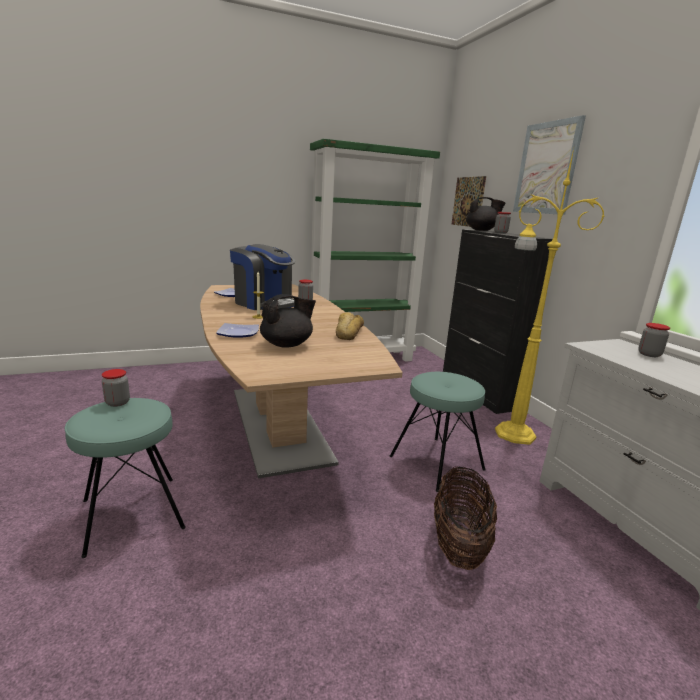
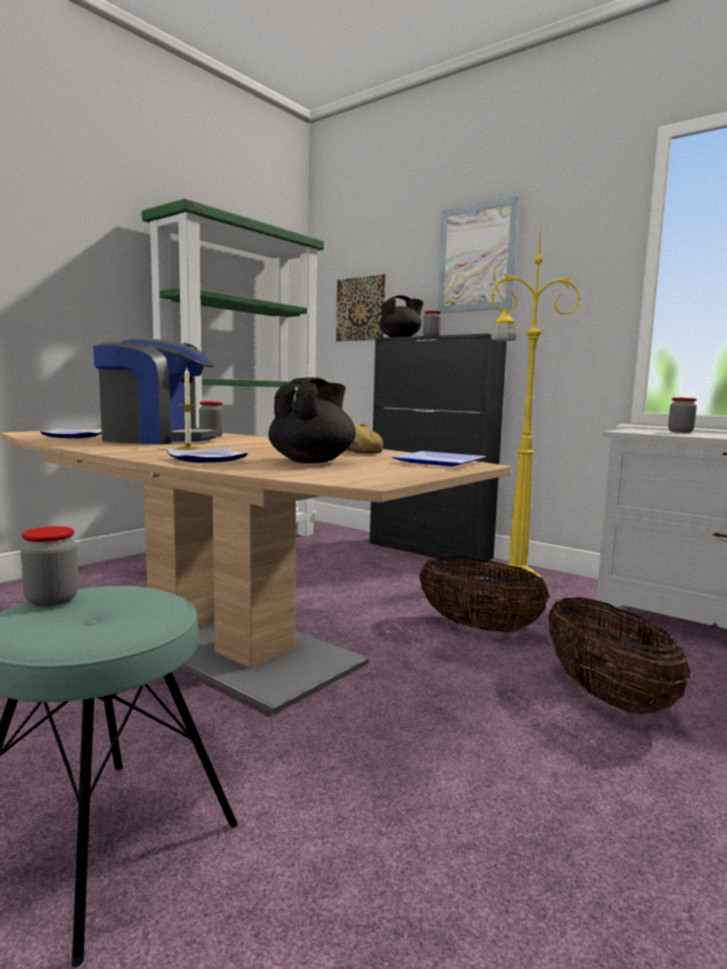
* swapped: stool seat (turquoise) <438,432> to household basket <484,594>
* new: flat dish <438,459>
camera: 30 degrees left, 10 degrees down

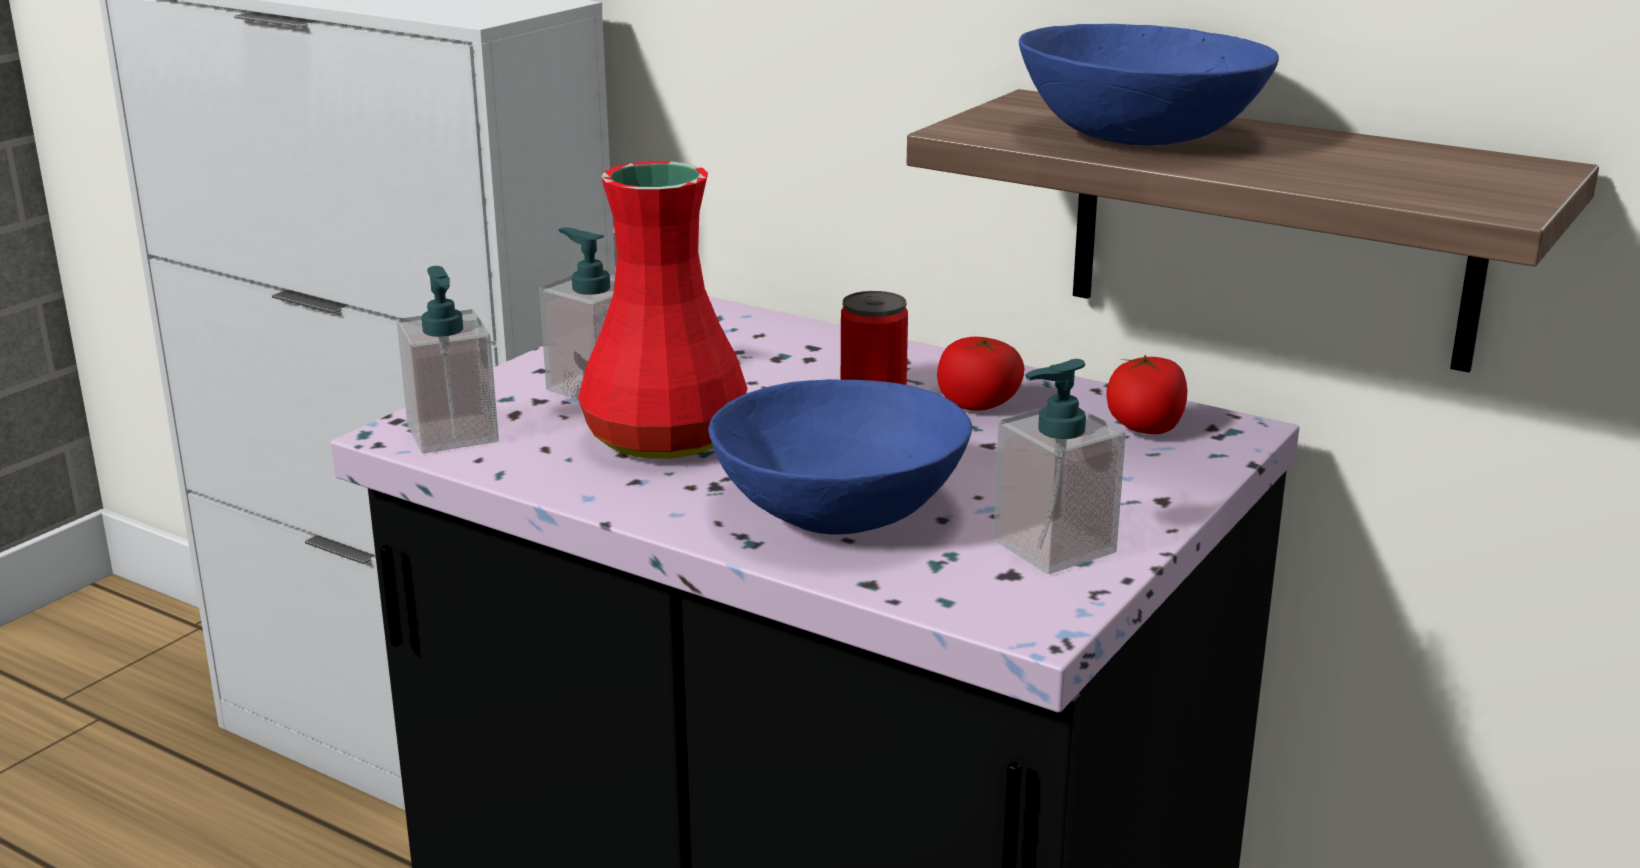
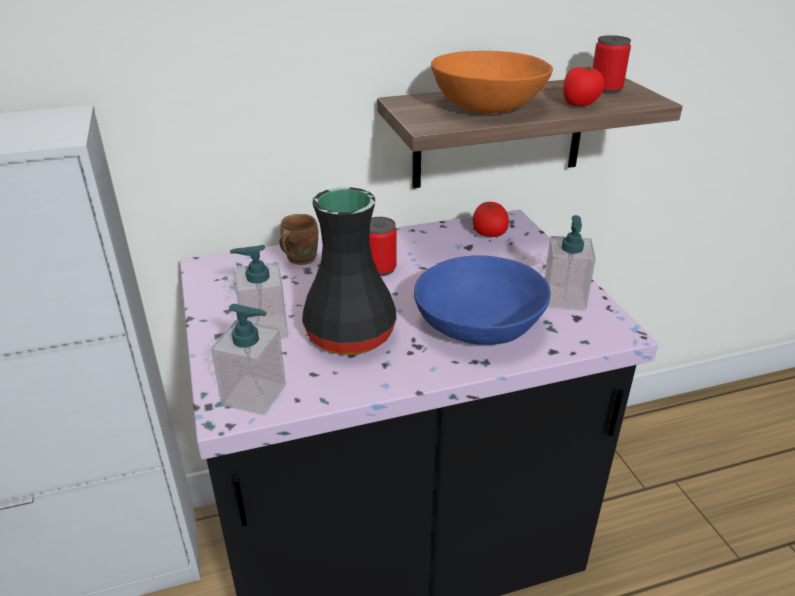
* repainted: flower vase (red) <662,310> to flower vase (black) <349,271>
* shifted: whole tomato <980,374> to <583,86>
* repainted: deep dish (blue) <1149,85> to deep dish (orange-coloured) <492,82>
* new: mug (brown-coloured) <299,239>
* new: sealed can <611,64>
camera: 50 degrees left, 10 degrees up

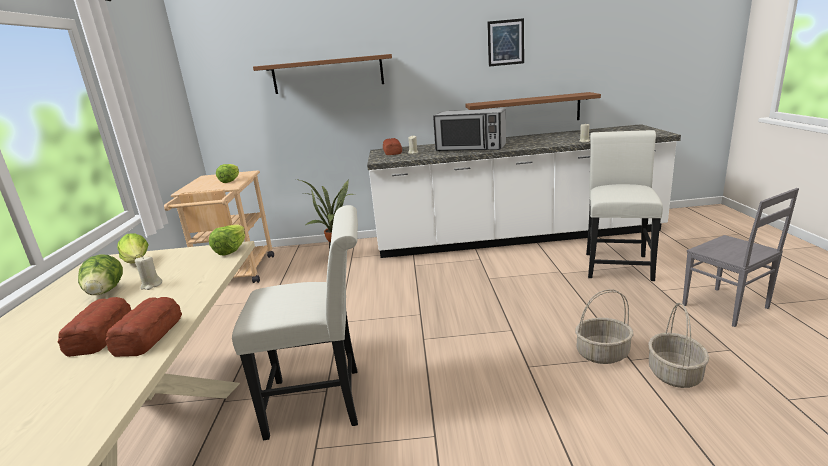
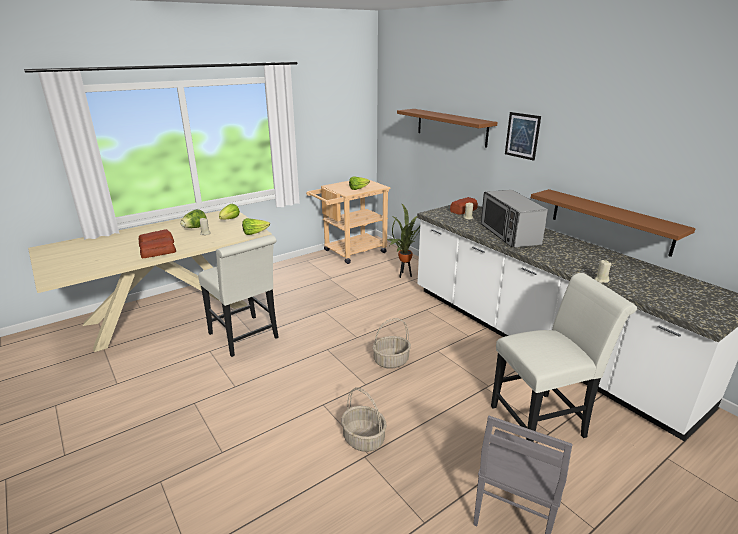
* shifted: picture <505,42> to <523,136>
* shifted: household basket <678,345> to <391,343>
camera: 55 degrees right, 5 degrees up

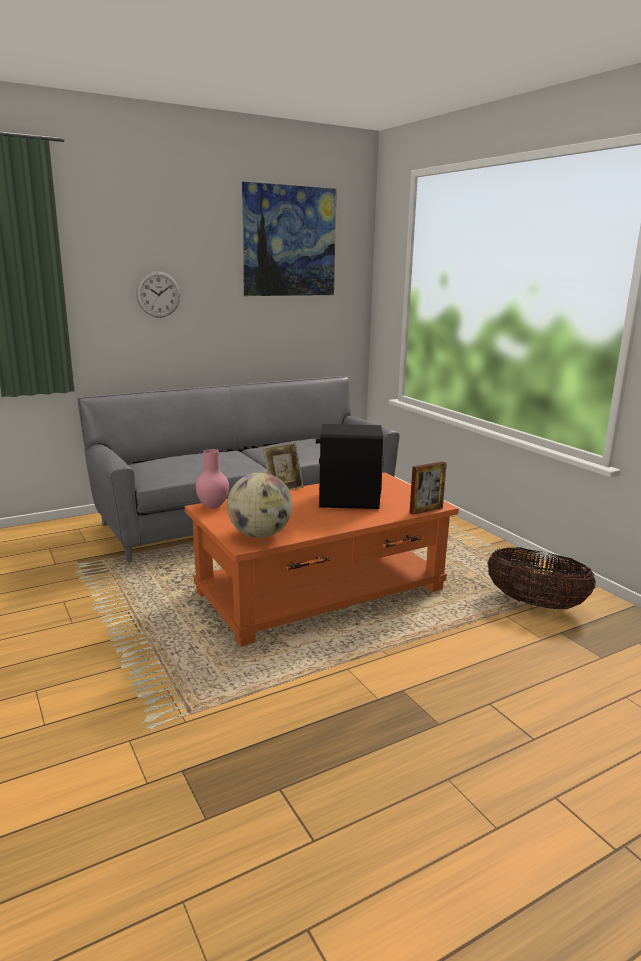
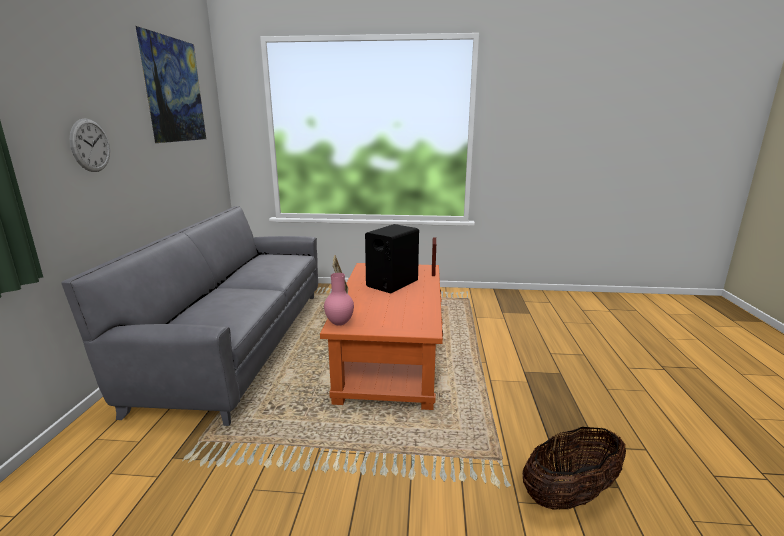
* gone: desk globe <260,505>
* shifted: household basket <541,578> to <574,468>
camera: 55 degrees left, 0 degrees up

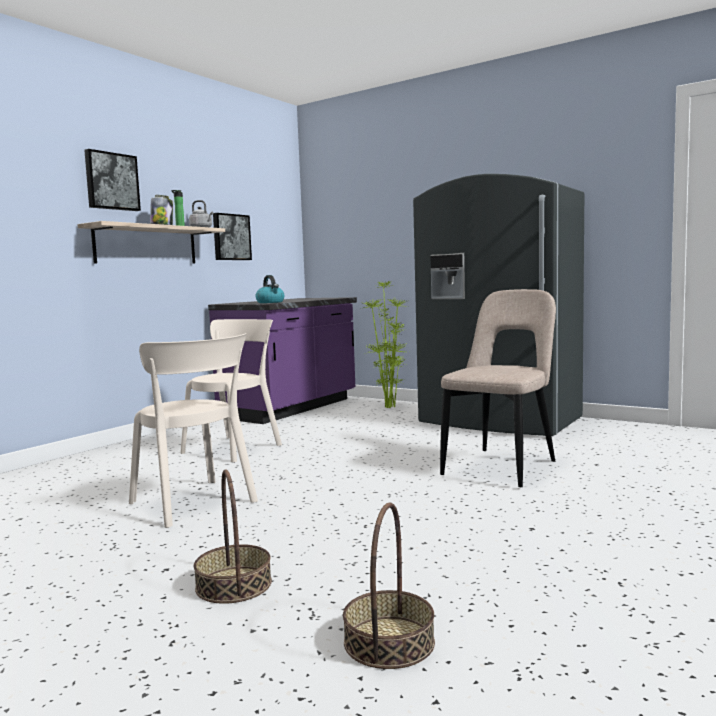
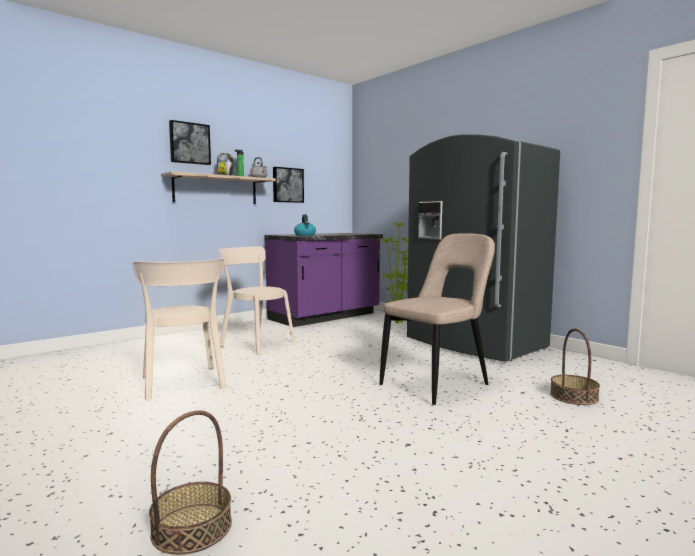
* rotated: chair (beige) <231,391> = <256,300> 105 degrees counterclockwise
* shifted: household basket <233,537> to <575,367>
camera: 15 degrees right, 0 degrees up

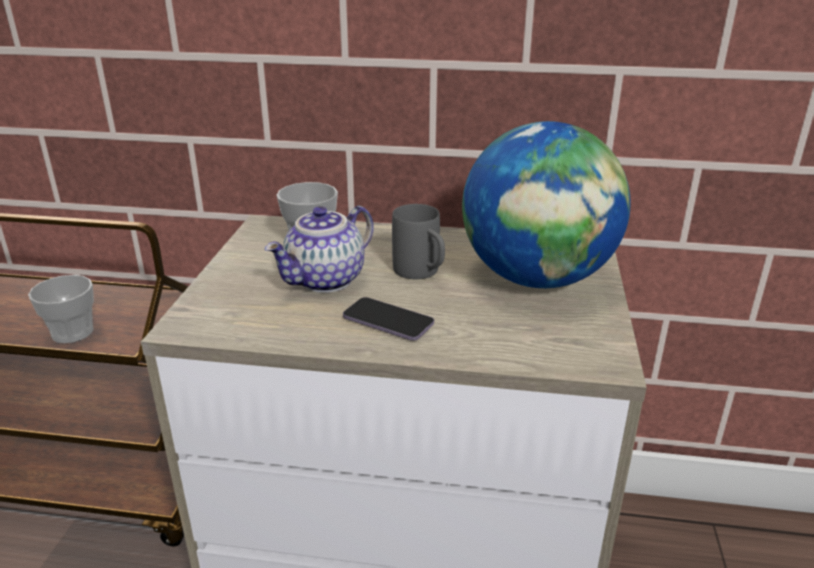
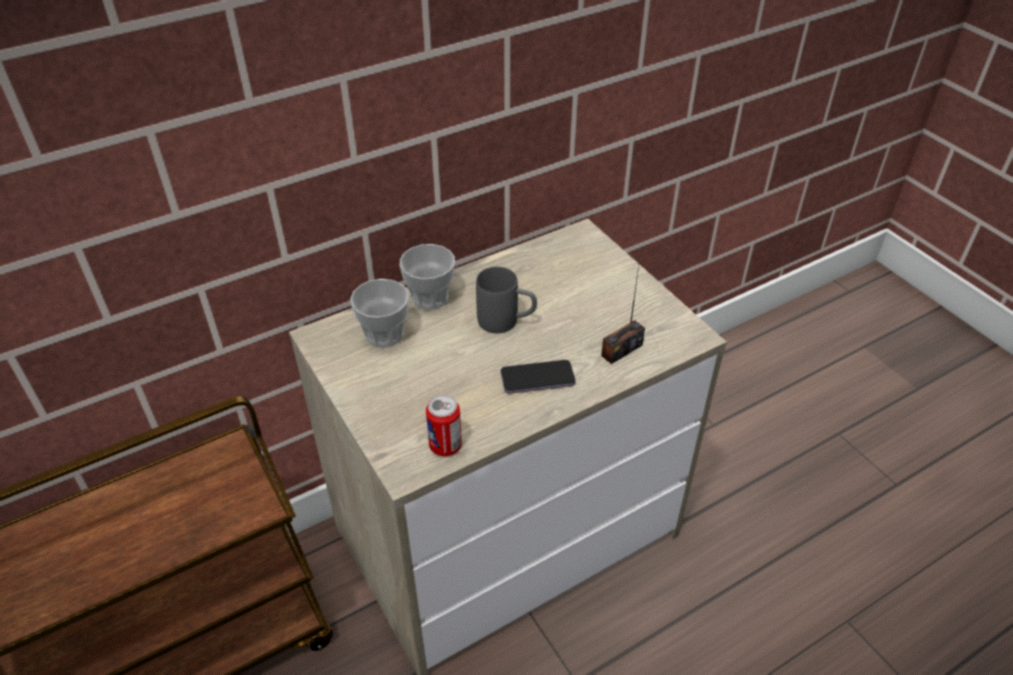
* shifted: drinking cup <61,309> to <427,277>
* gone: tea pot <319,249>
* gone: desk globe <546,204>
* new: sealed can <444,425>
* new: radio set <623,307>
camera: 40 degrees left, 15 degrees up

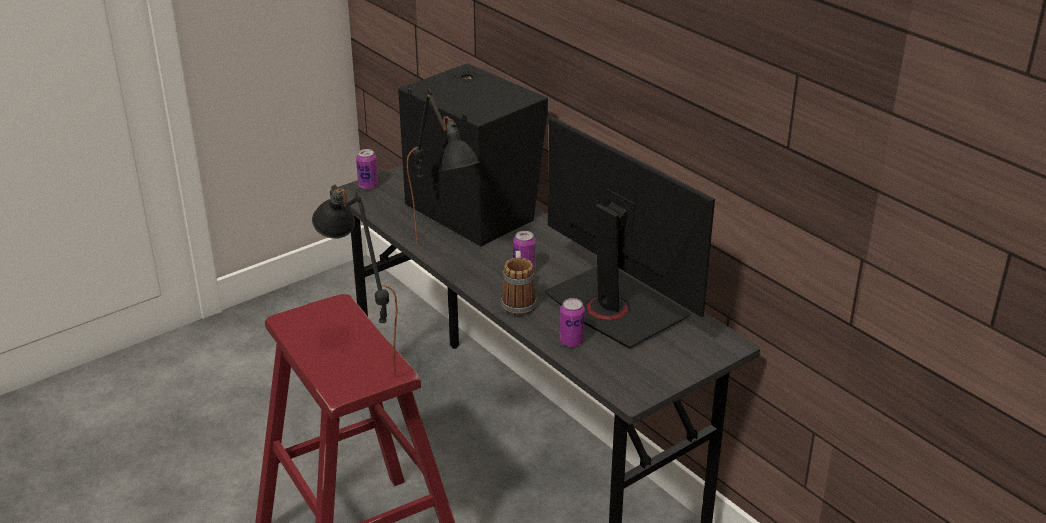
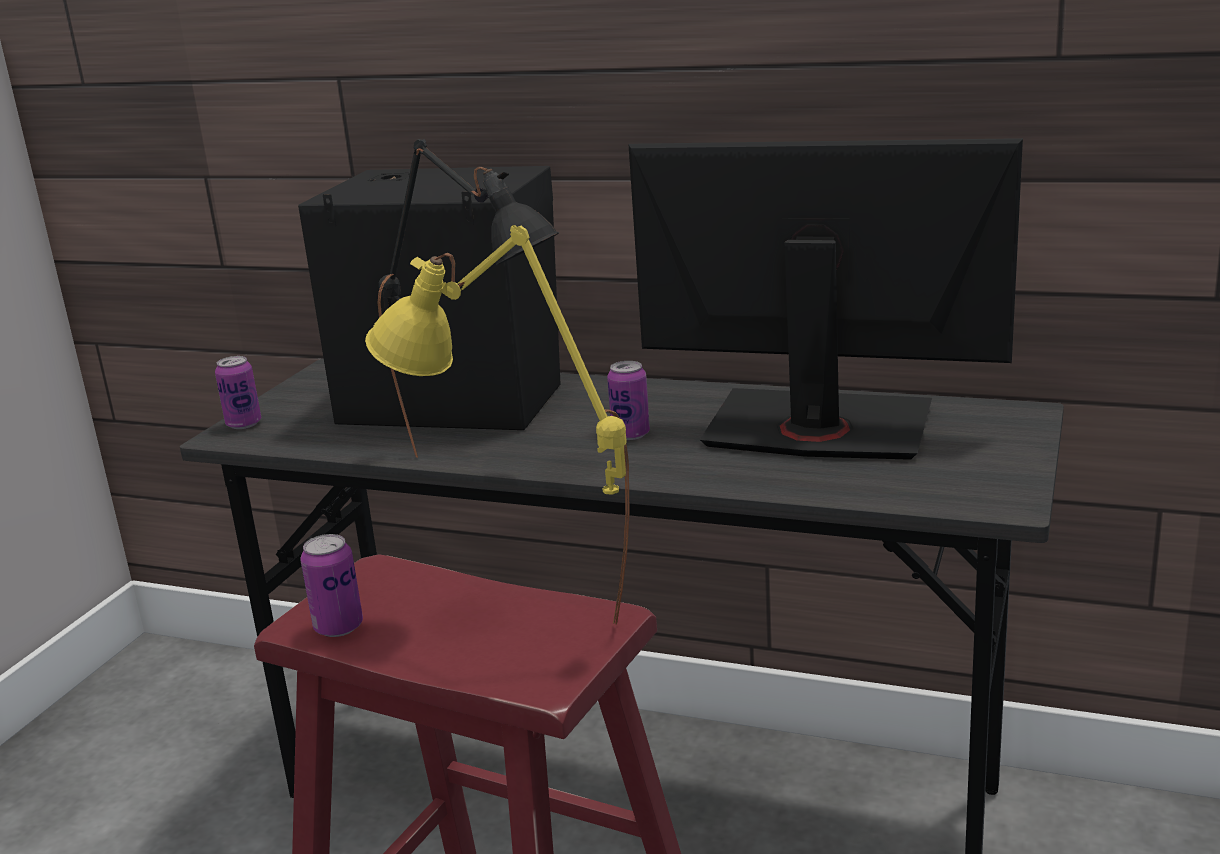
* repainted: lamp for a table (black) <355,281> to lamp for a table (yellow-coloured) <497,424>
* gone: mug <519,283>
* shifted: sealed can <572,322> to <331,585>
camera: 30 degrees left, 10 degrees down

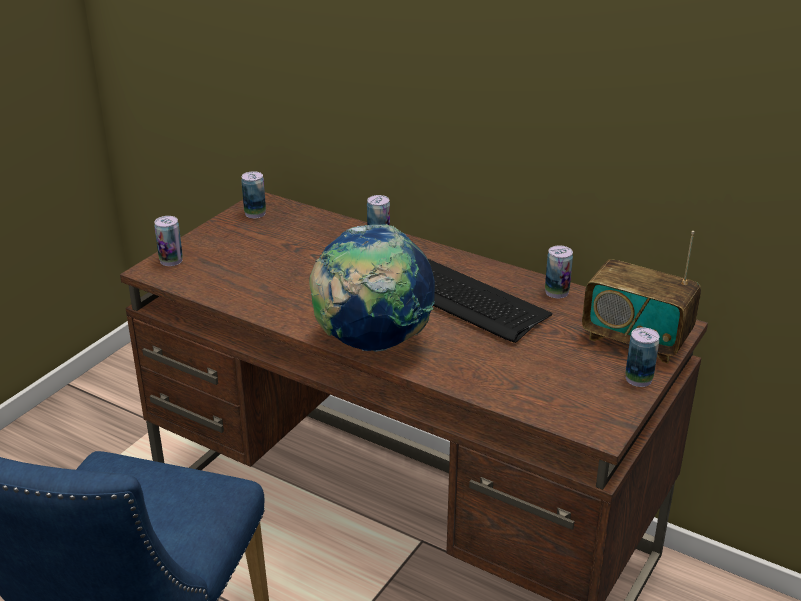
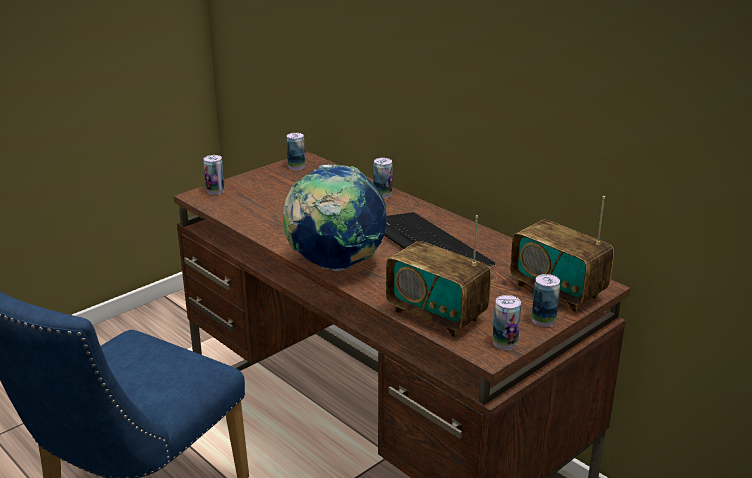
* shifted: sealed can <559,271> to <507,322>
* new: radio set <438,276>
camera: 15 degrees right, 5 degrees down

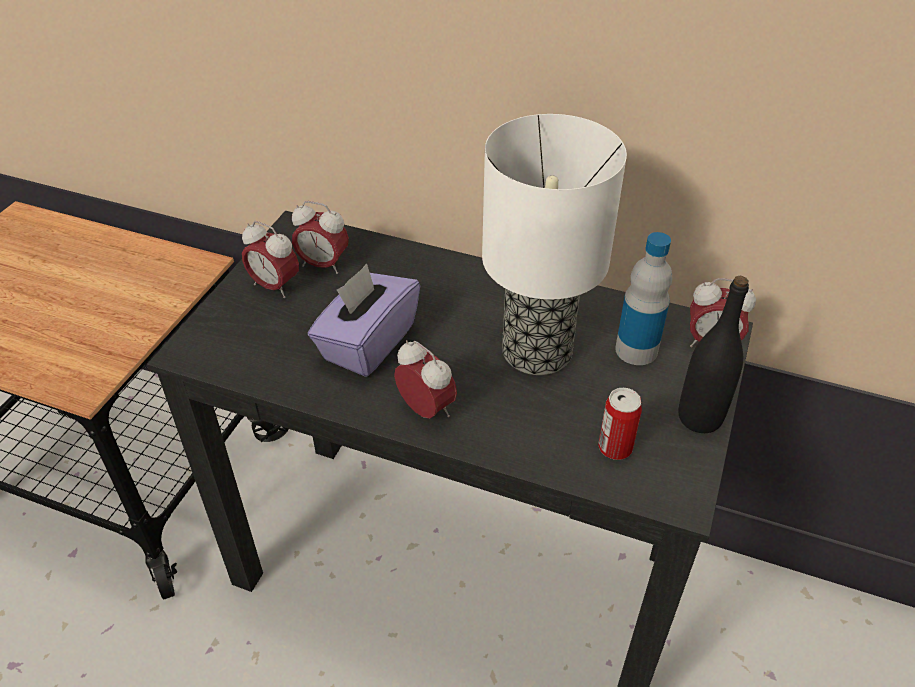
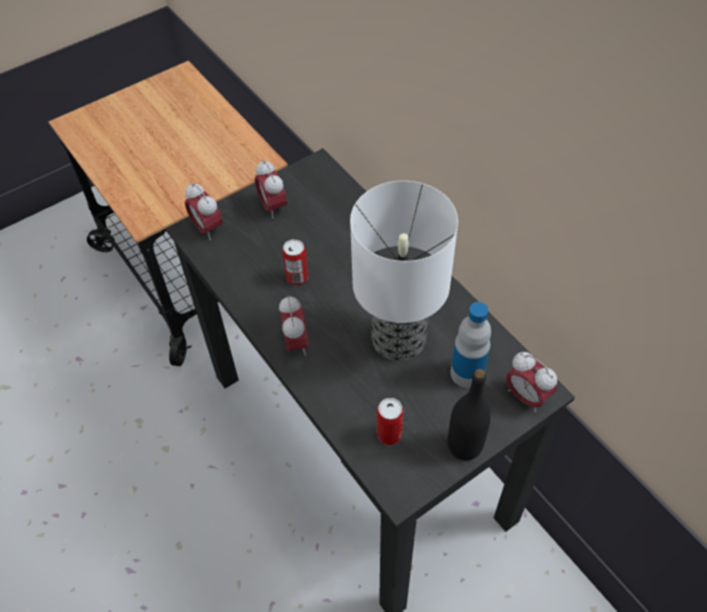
* shifted: alarm clock <320,237> to <204,211>
* swapped: tissue box (purple) <364,320> to sealed can <296,262>
camera: 35 degrees right, 10 degrees up

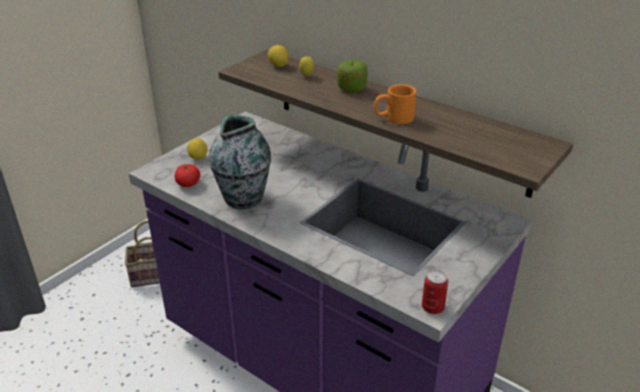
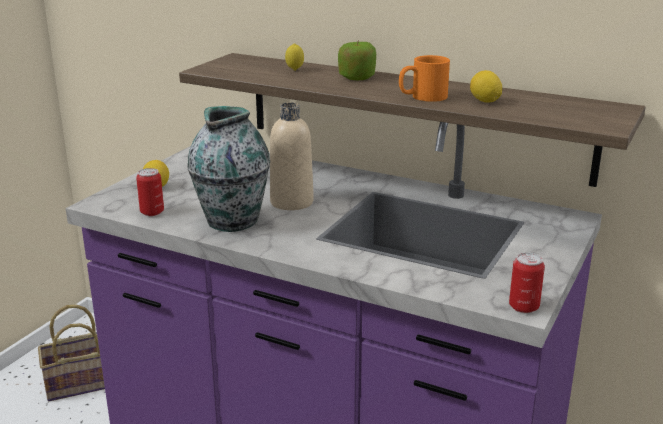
* swapped: whole tomato <187,175> to sealed can <150,192>
* shifted: lemon <278,56> to <486,86>
* new: bottle (beige) <292,156>
camera: 10 degrees left, 10 degrees down

